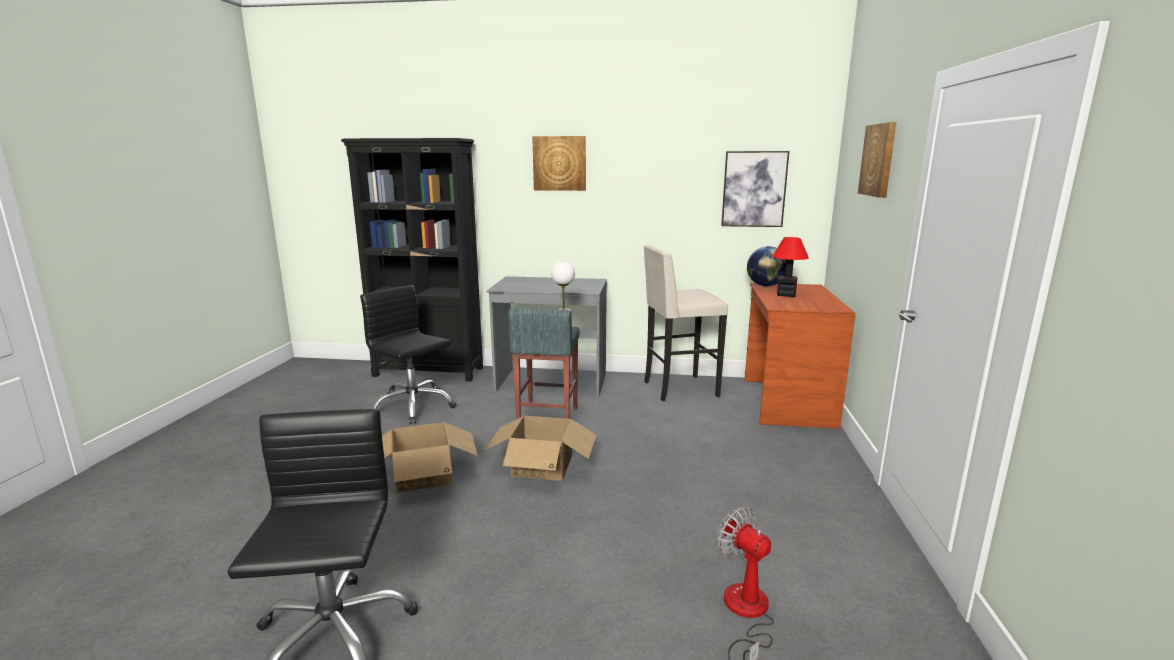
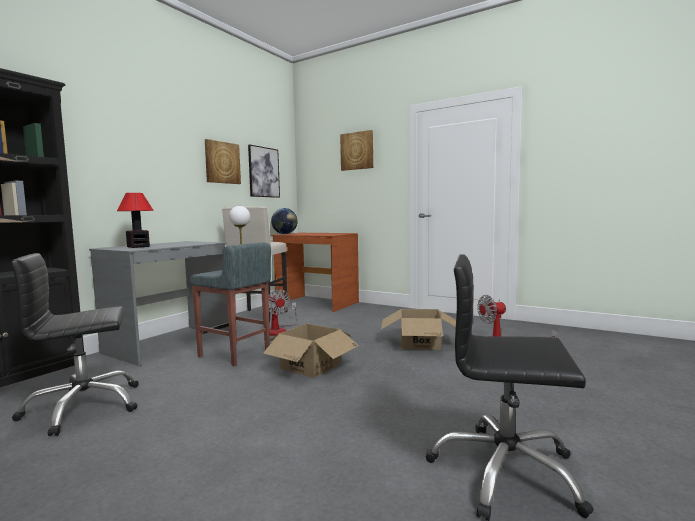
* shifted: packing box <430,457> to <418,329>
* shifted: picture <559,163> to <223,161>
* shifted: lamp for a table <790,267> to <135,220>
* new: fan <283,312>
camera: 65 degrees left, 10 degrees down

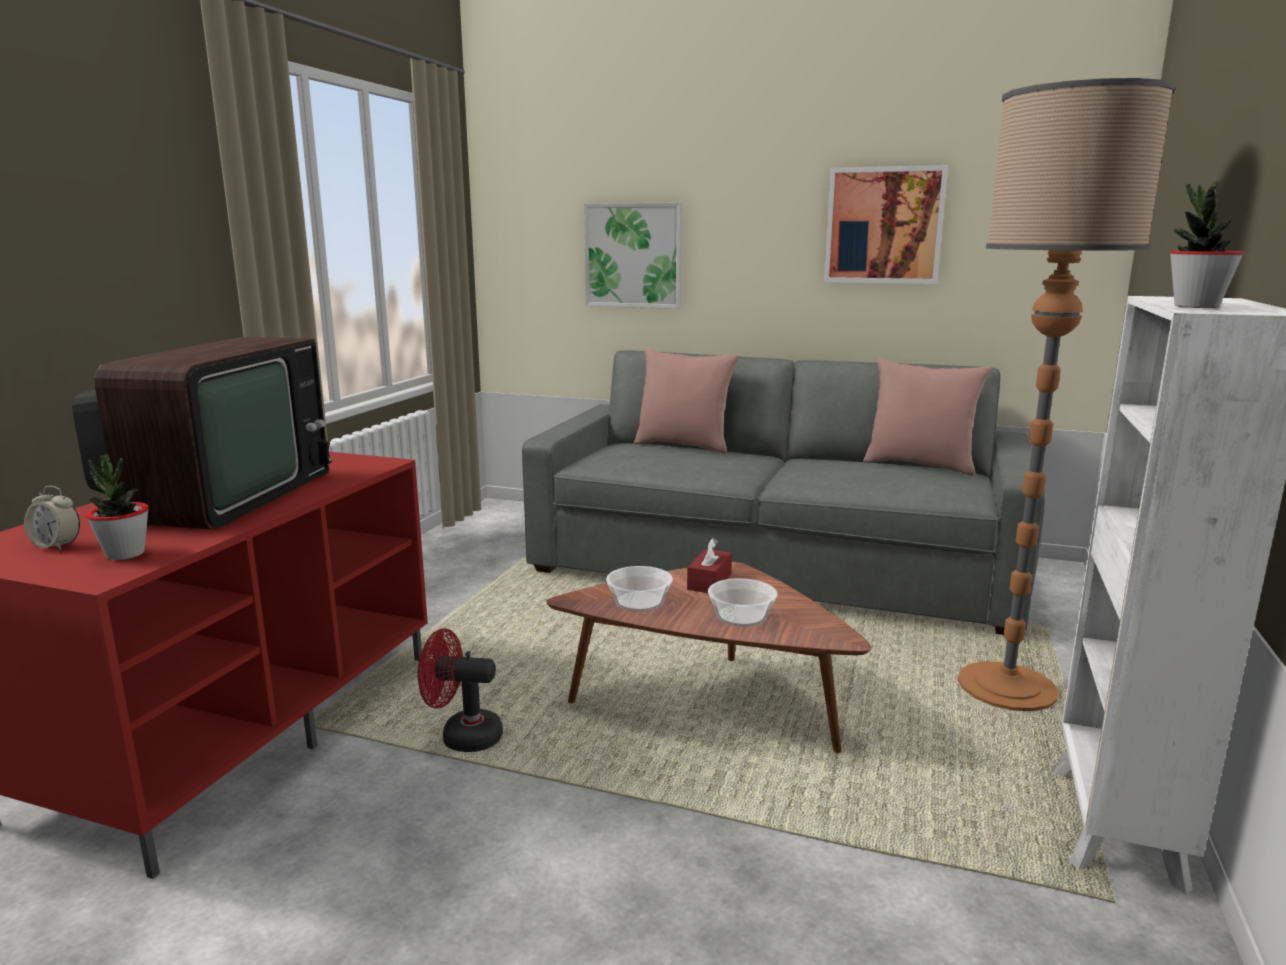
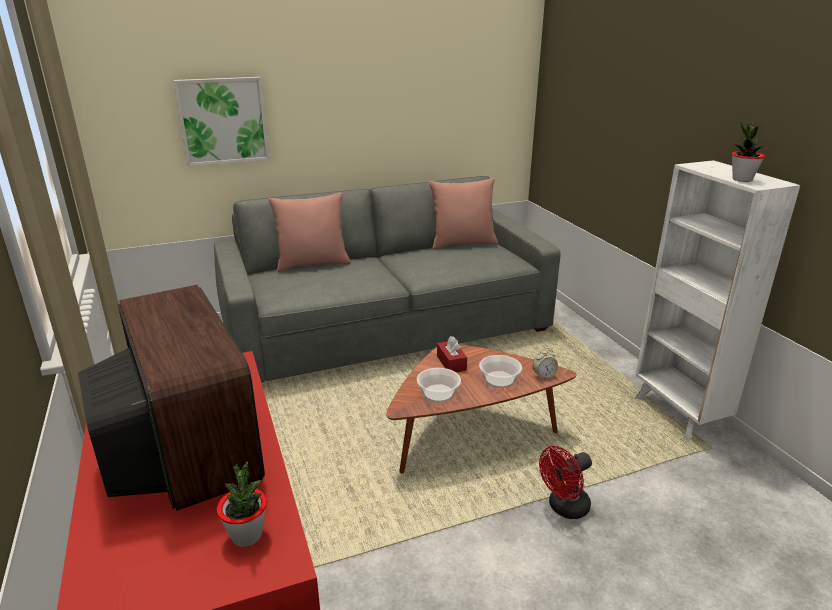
* shifted: alarm clock <52,518> to <545,364>
* shifted: fan (red) <460,690> to <565,482>
* gone: picture <886,224>
* gone: floor lamp <1067,394>
camera: 40 degrees left, 10 degrees up

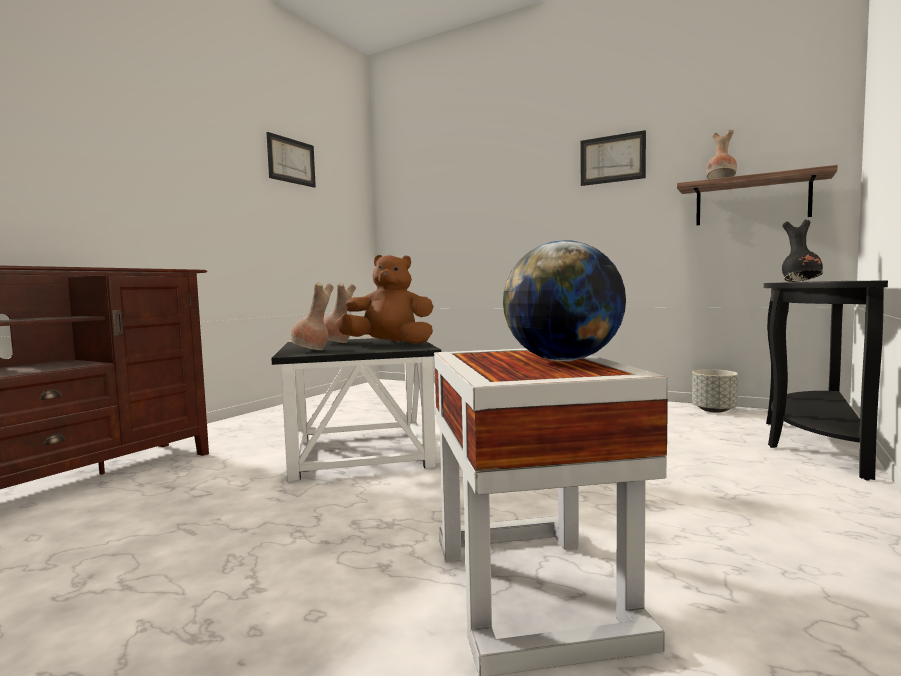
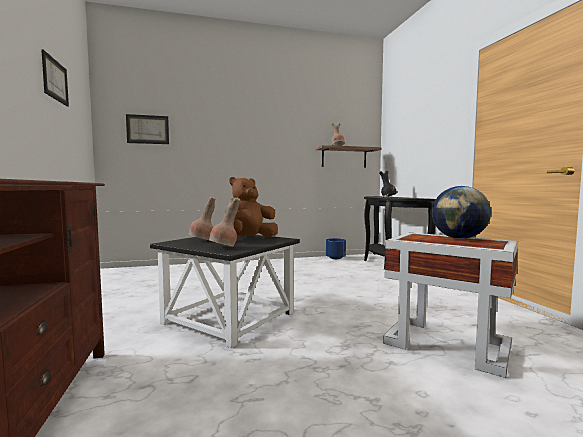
* shifted: picture <613,158> to <147,129>
* repainted: planter (greyish) <715,391> to planter (blue) <336,248>
camera: 45 degrees left, 0 degrees up

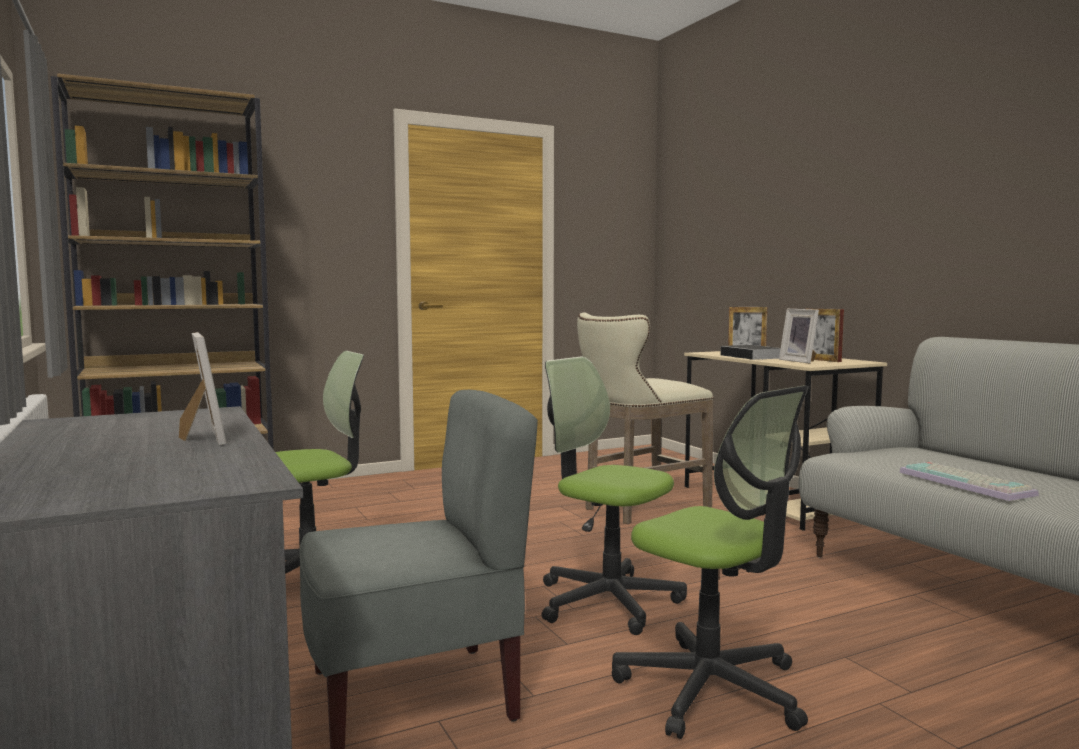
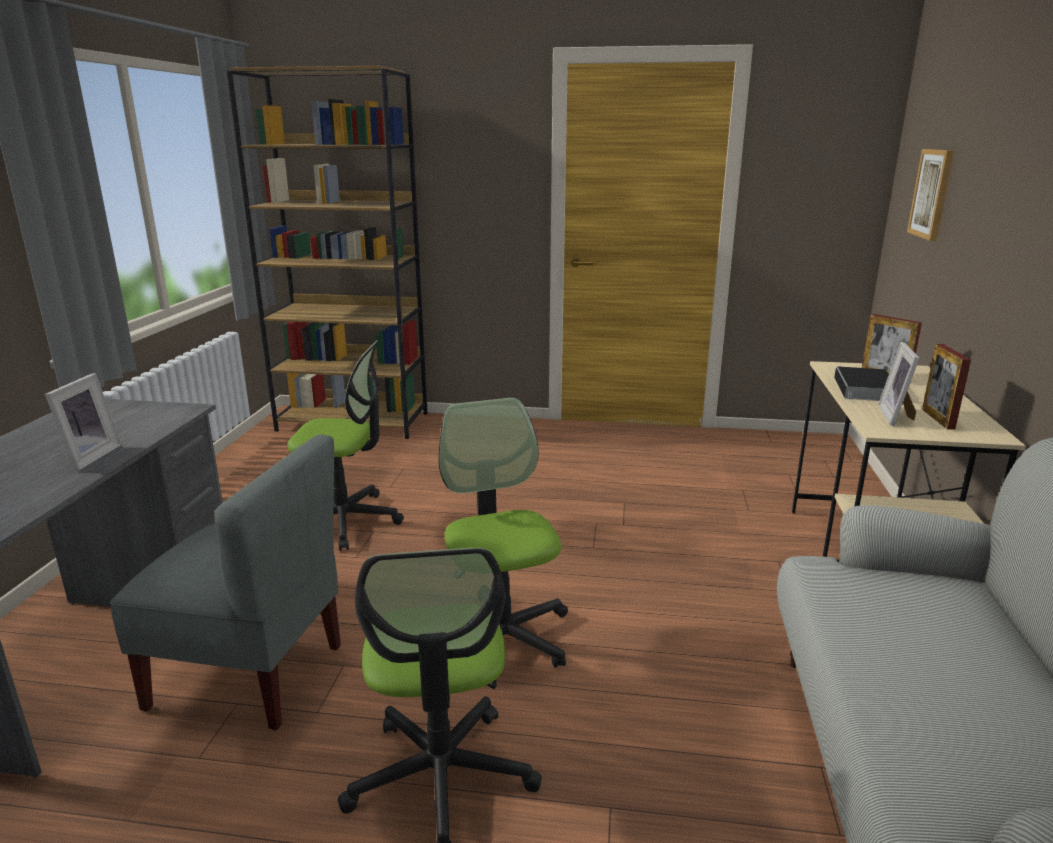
* gone: stool seat (beige) <645,418>
* gone: computer keyboard <969,481>
* new: picture <930,195>
camera: 35 degrees right, 15 degrees up

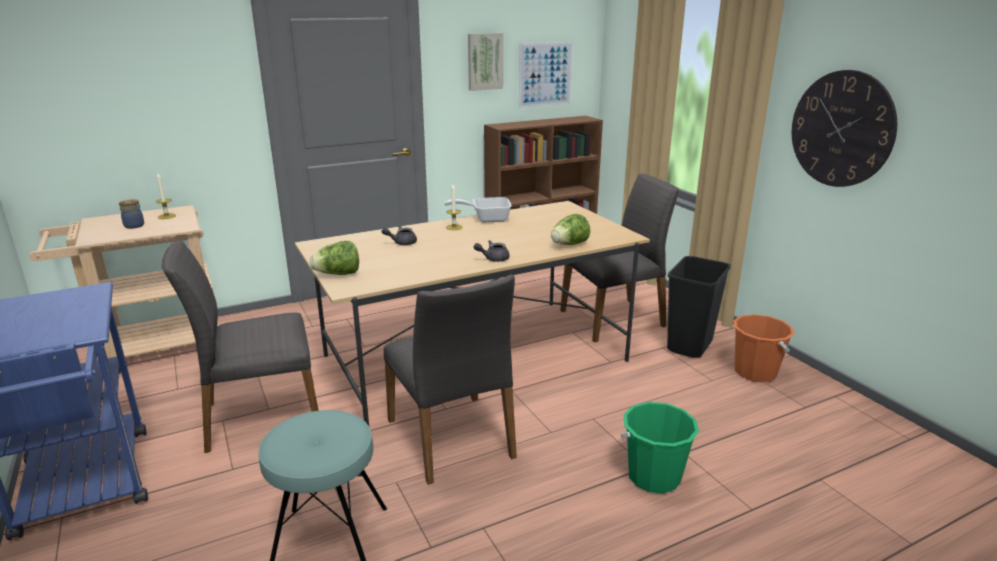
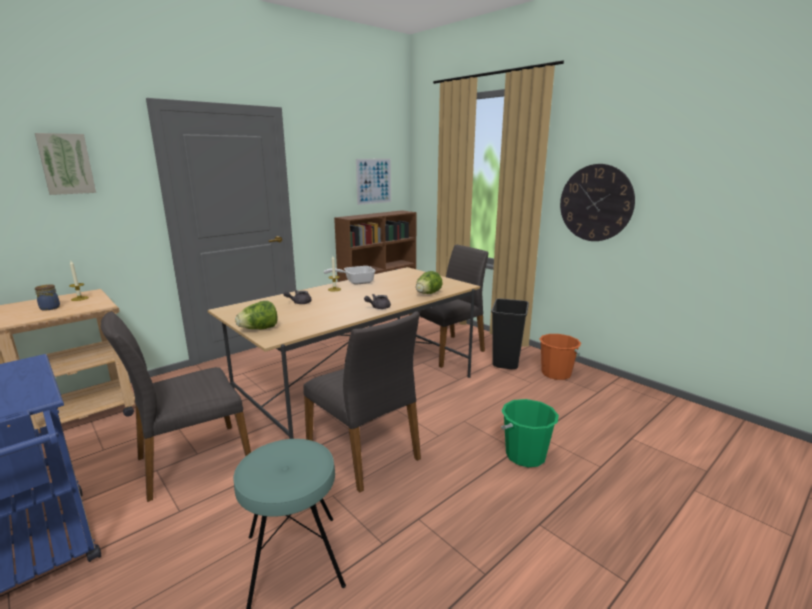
* shifted: picture <485,62> to <65,164>
camera: 15 degrees left, 5 degrees down

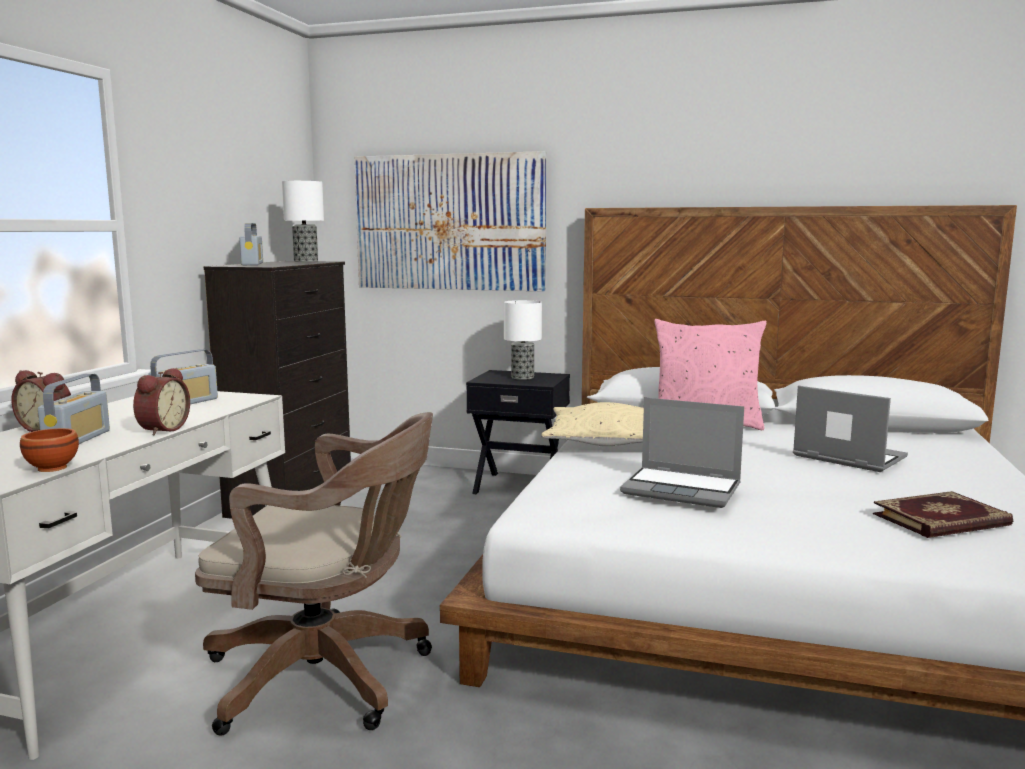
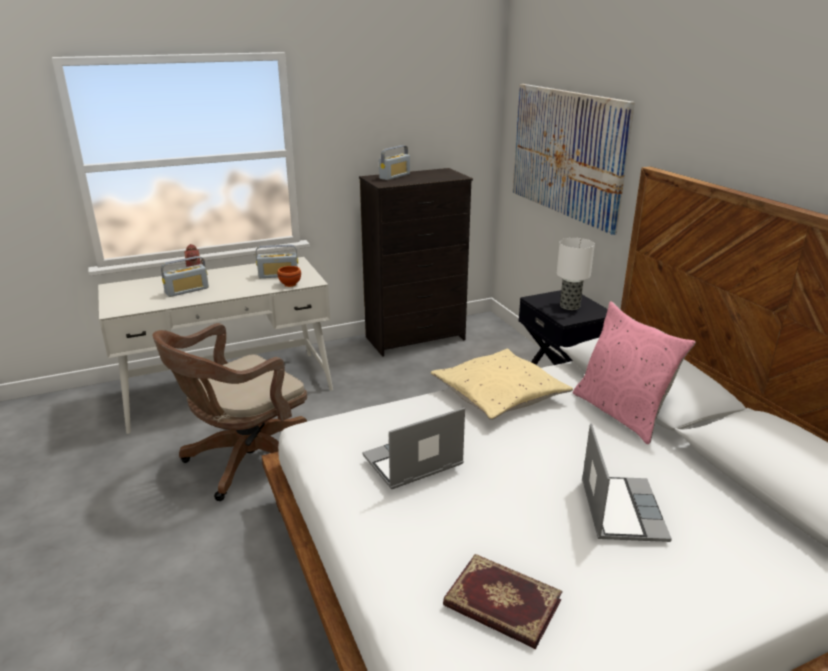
* shifted: deep dish (brown-coloured) <49,450> to <289,276>
* gone: alarm clock <161,402>
* rotated: computer chair (brown-coloured) <314,574> = <230,412> 75 degrees clockwise
* gone: lamp for a table <303,221>
* rotated: notebook computer <682,452> = <413,448> 75 degrees clockwise
camera: 50 degrees right, 15 degrees up

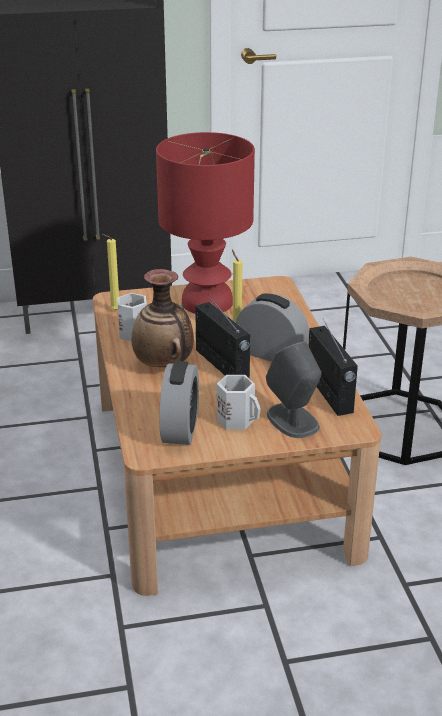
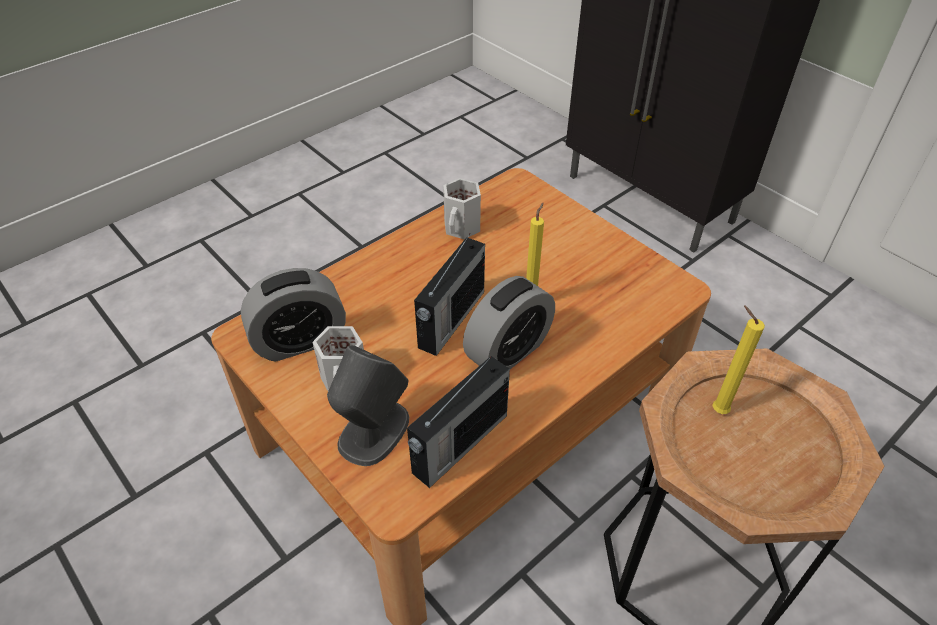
* shifted: wax light (yellow-coloured) <110,272> to <738,359>
* gone: flower vase <163,318>
* gone: lamp for a table (red) <205,223>
* rotated: alarm clock <272,327> = <509,322> 45 degrees clockwise
camera: 60 degrees right, 15 degrees up

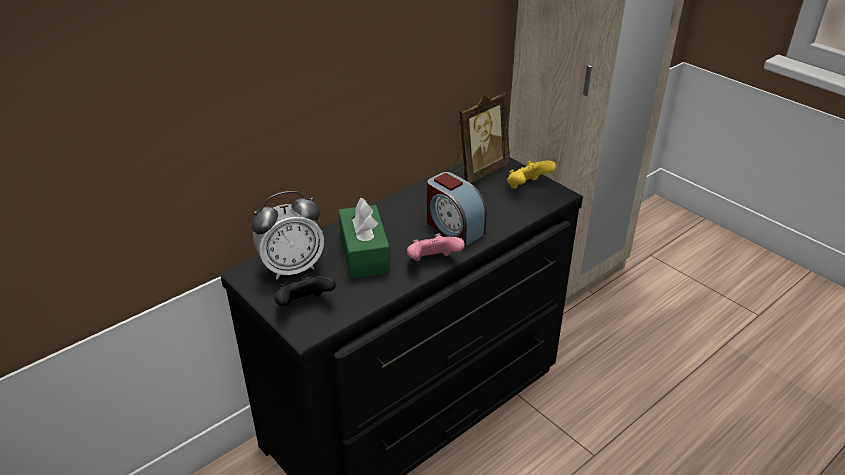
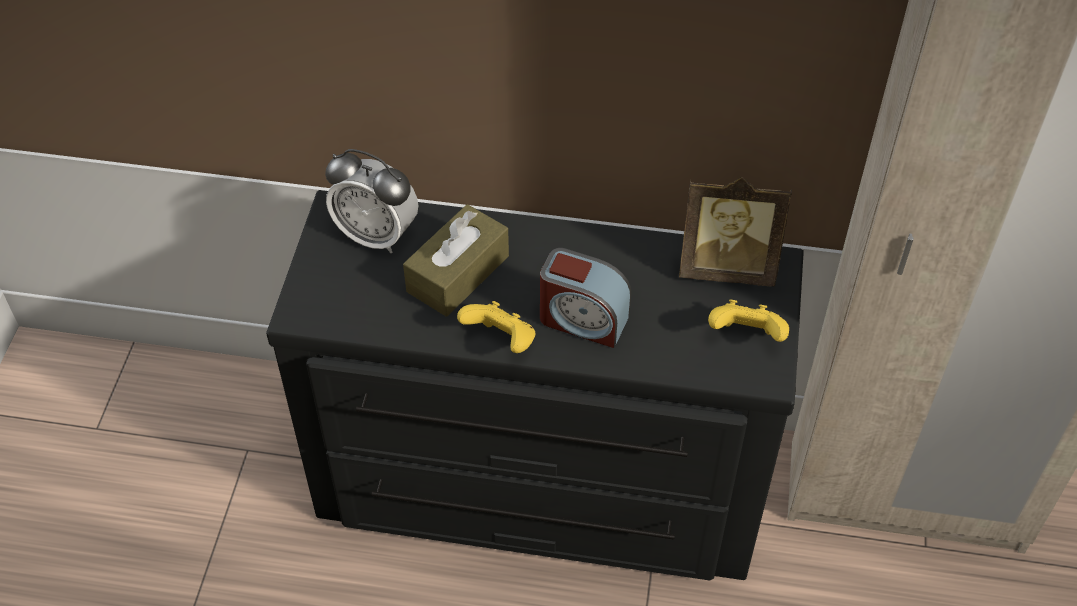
* gone: joypad (black) <305,290>
* repainted: tissue box (greenish) <364,238> to tissue box (brown-coloured) <456,260>
* repainted: joypad (pink-coloured) <436,247> to joypad (yellow-coloured) <496,327>
* rotated: alarm clock <457,209> = <585,298> 75 degrees counterclockwise
camera: 50 degrees right, 15 degrees up

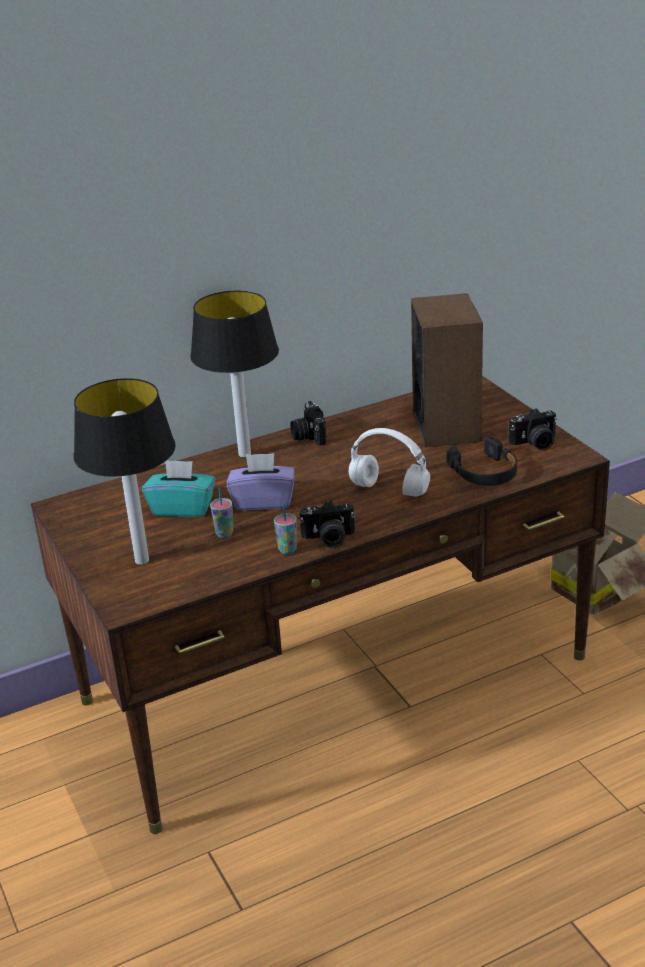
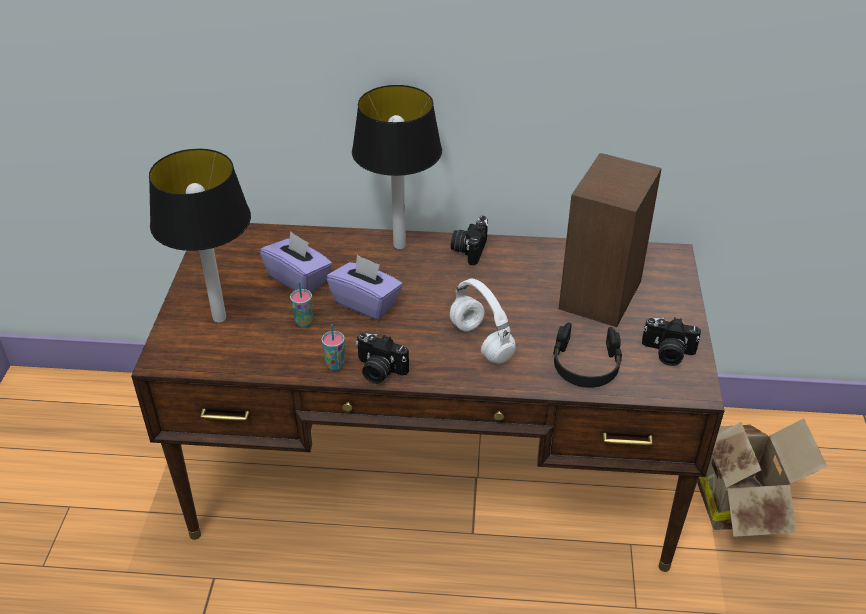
* repainted: tissue box (turquoise) <179,488> to tissue box (purple) <296,261>
camera: 30 degrees right, 10 degrees up

